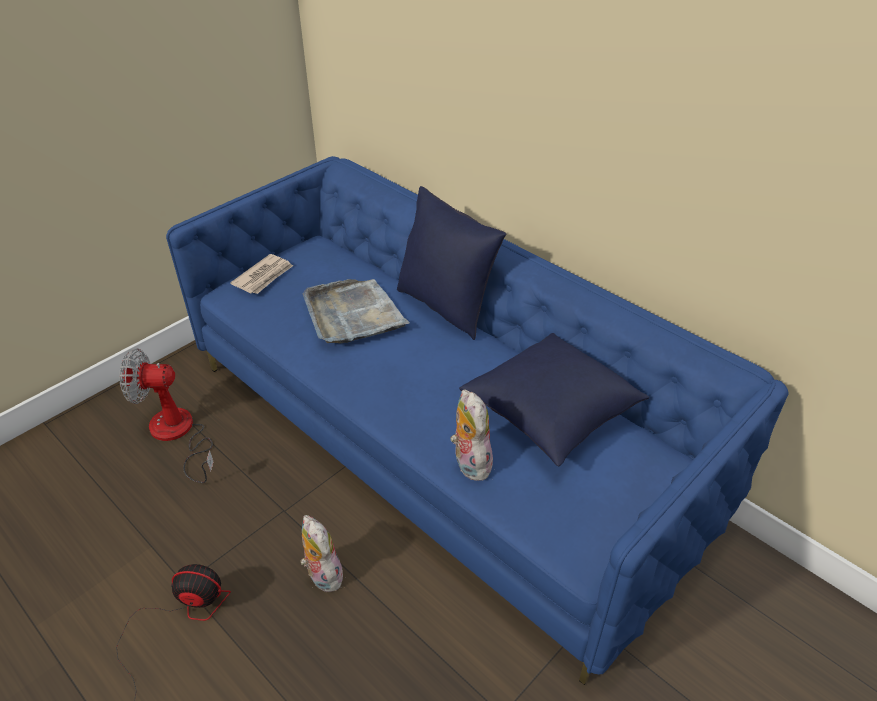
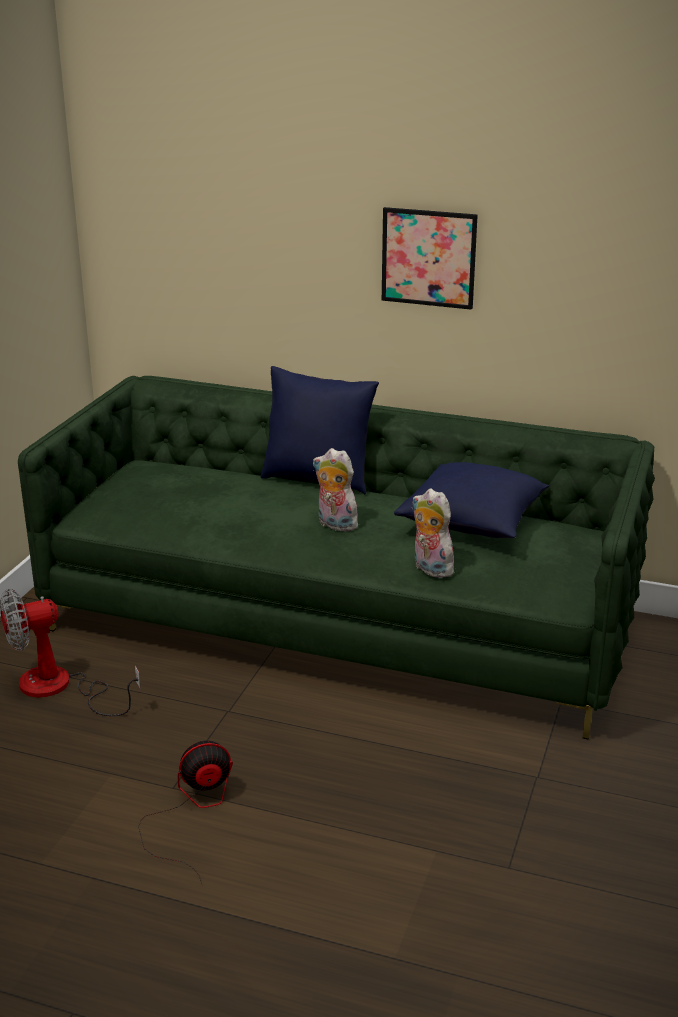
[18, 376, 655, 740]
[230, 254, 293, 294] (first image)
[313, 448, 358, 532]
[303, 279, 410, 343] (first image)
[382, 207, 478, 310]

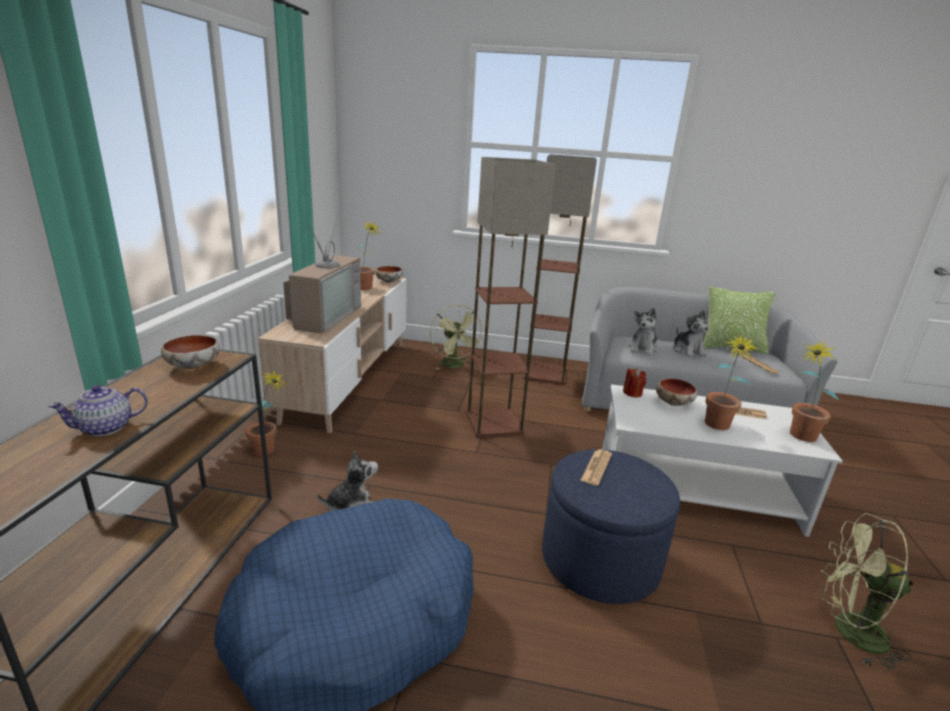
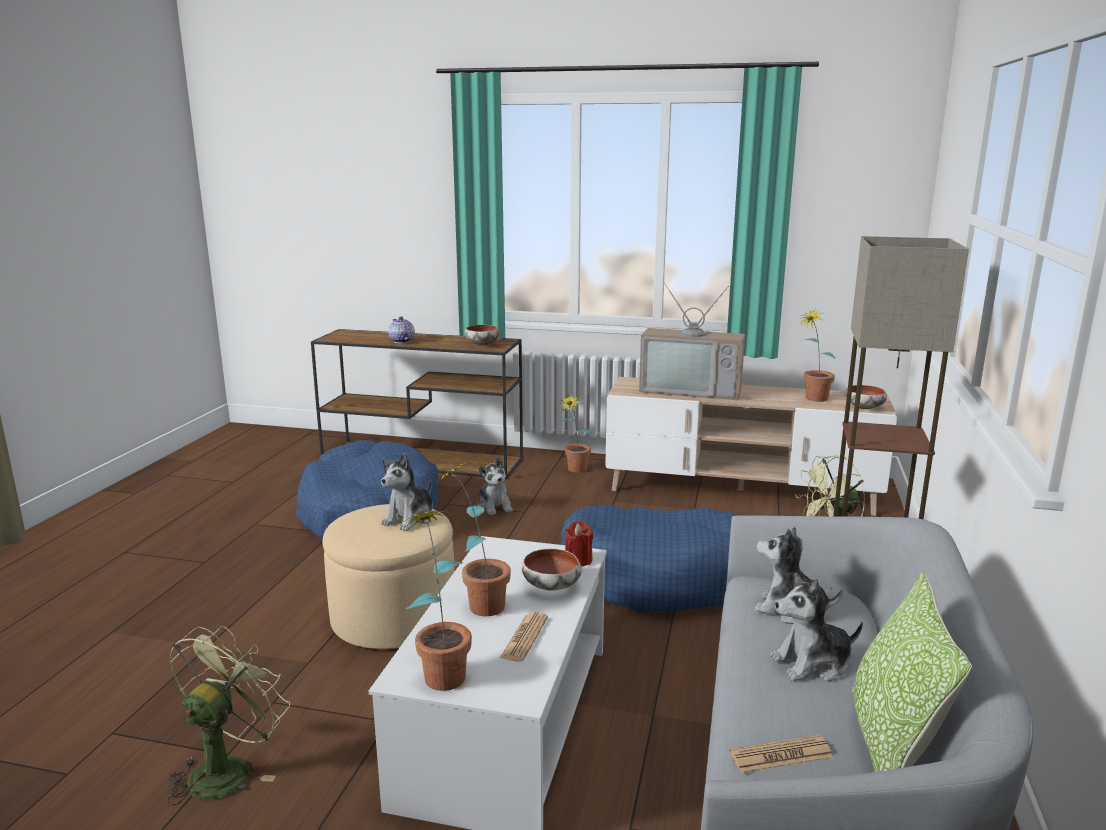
[561, 505, 738, 612]
[323, 504, 455, 649]
[381, 454, 433, 531]

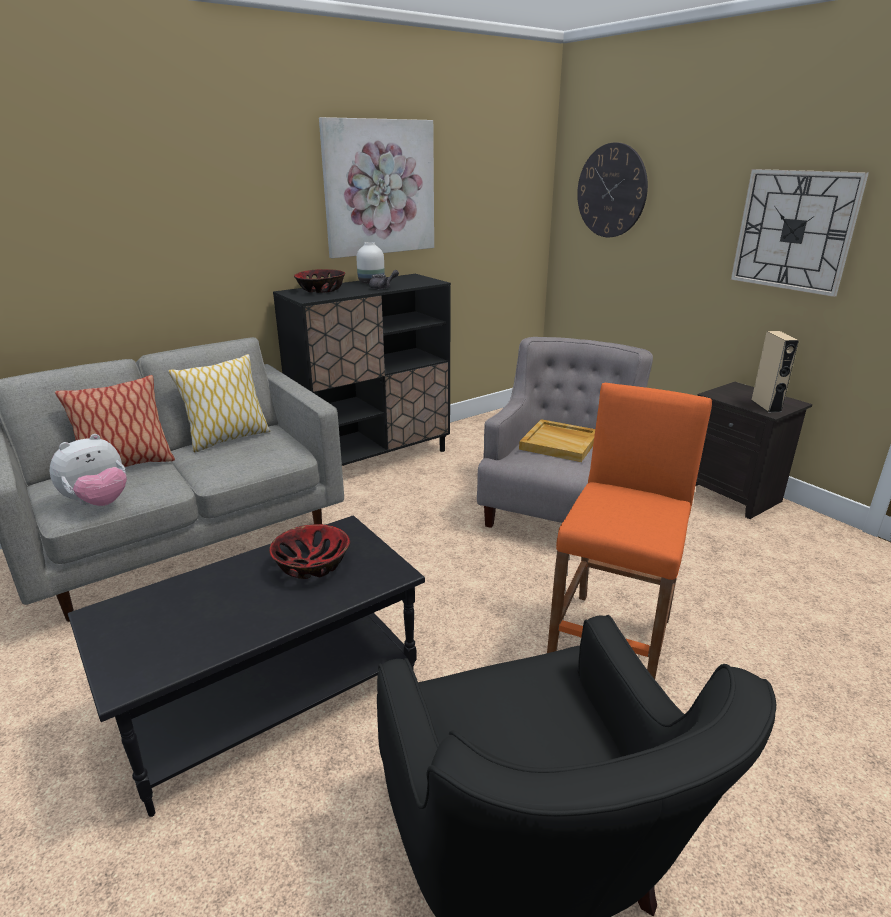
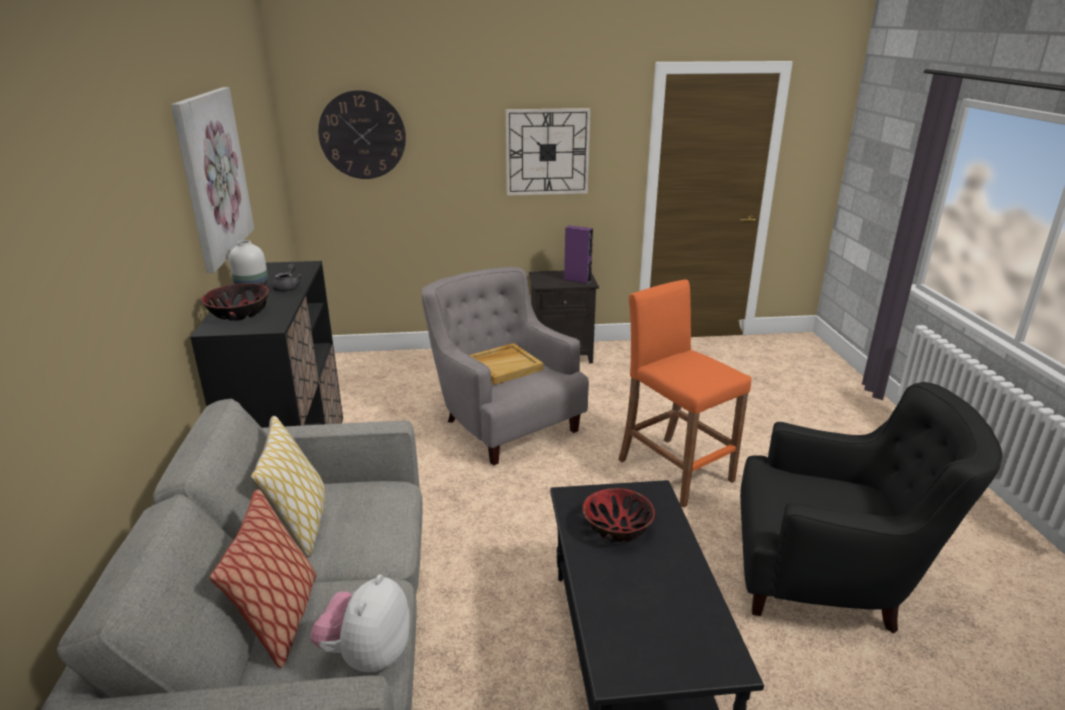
[311, 574, 410, 673]
[564, 225, 593, 284]

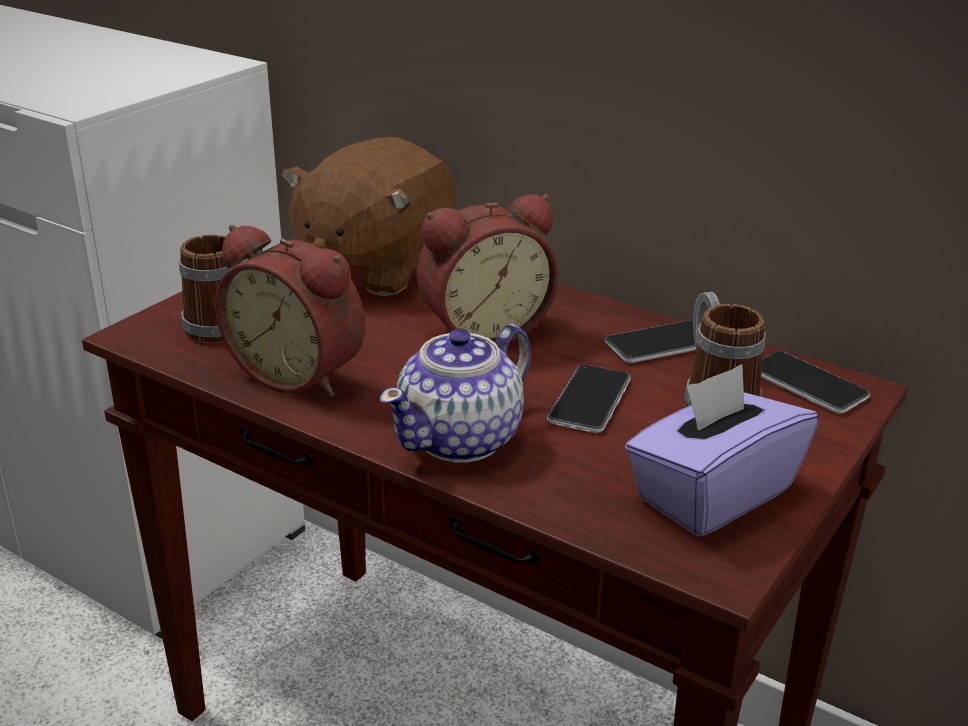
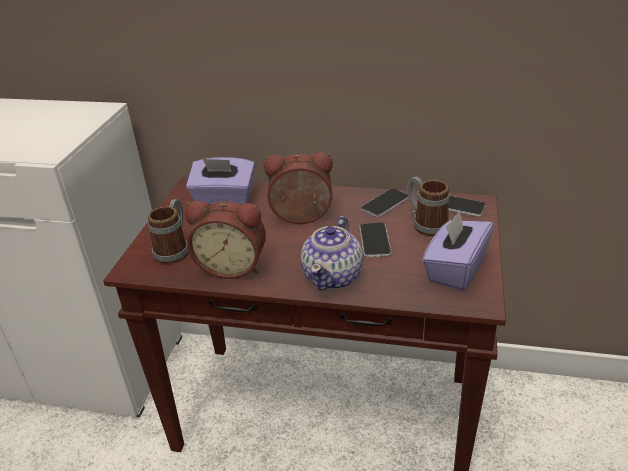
[186, 157, 255, 205]
[264, 152, 333, 224]

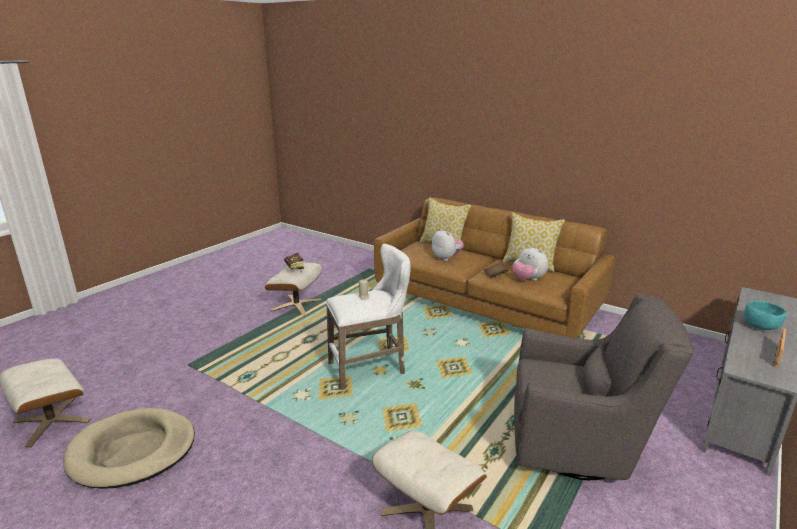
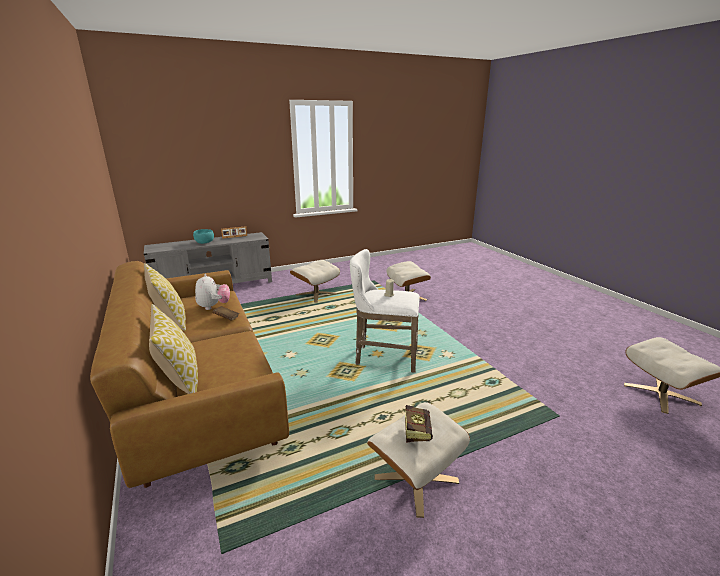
[63, 408, 195, 489] (first image)
[432, 228, 464, 261] (first image)
[290, 260, 340, 303]

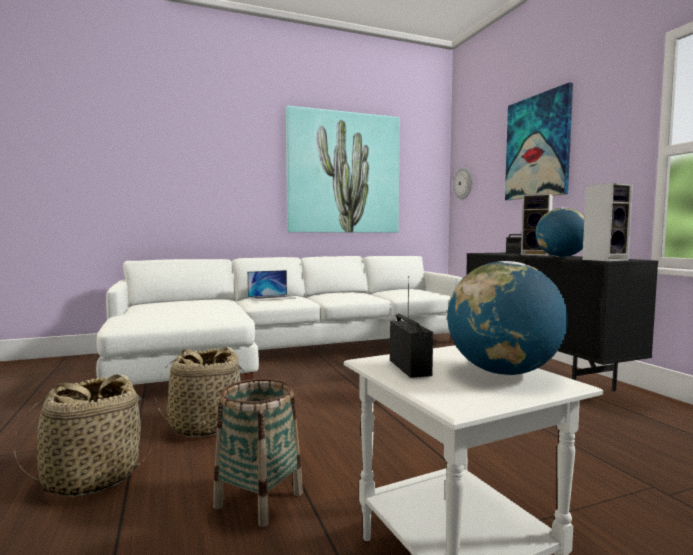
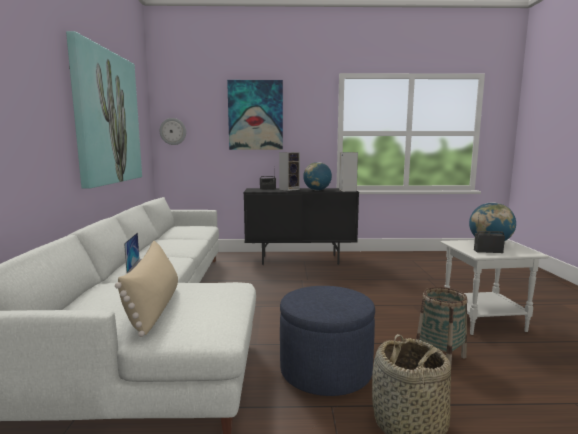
[280, 286, 375, 396]
[115, 241, 178, 337]

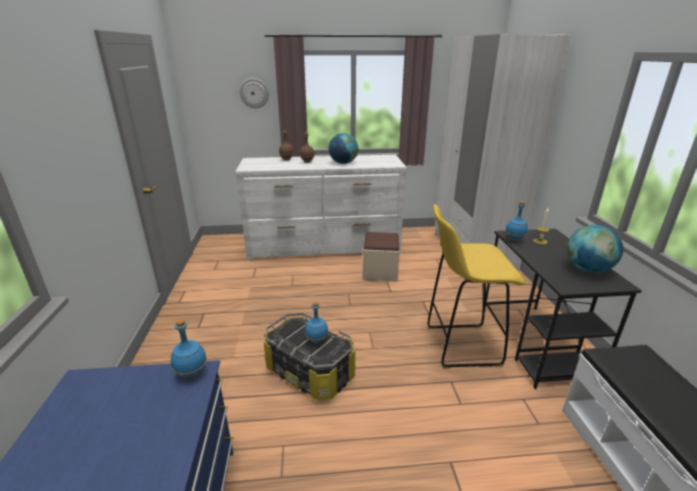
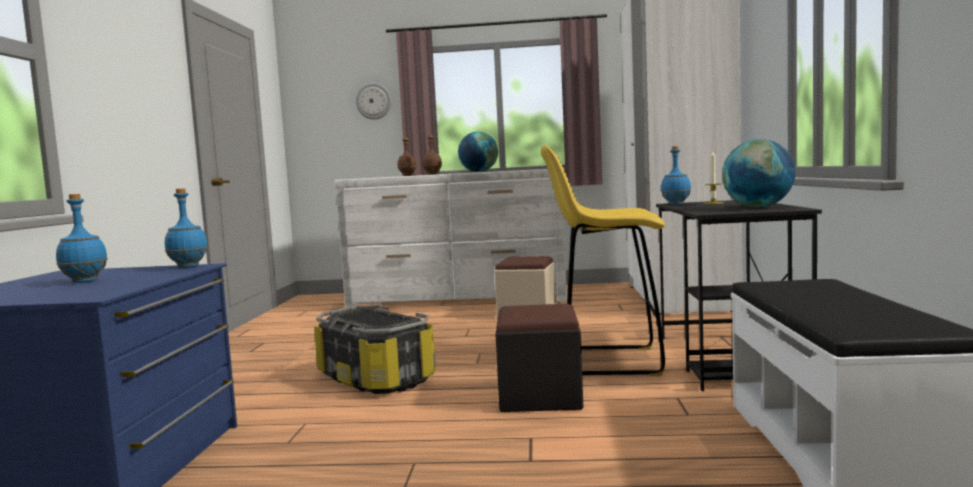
[56, 194, 108, 283]
[496, 304, 584, 412]

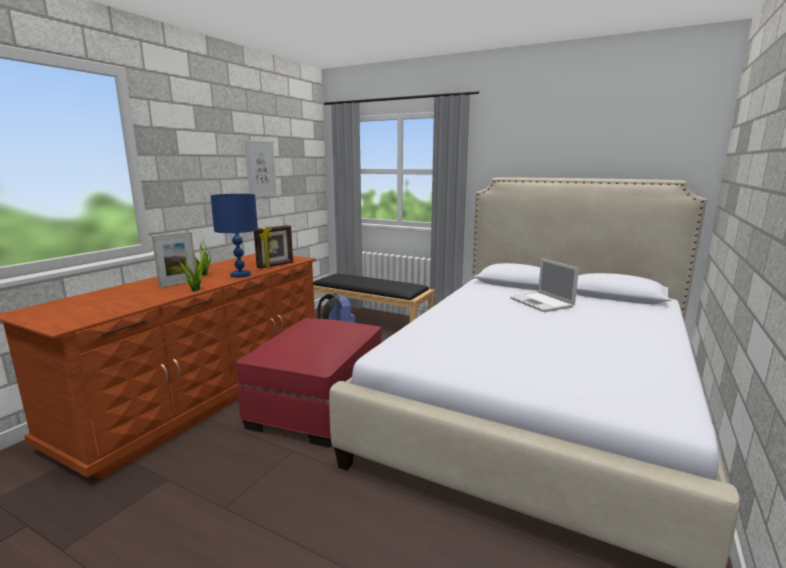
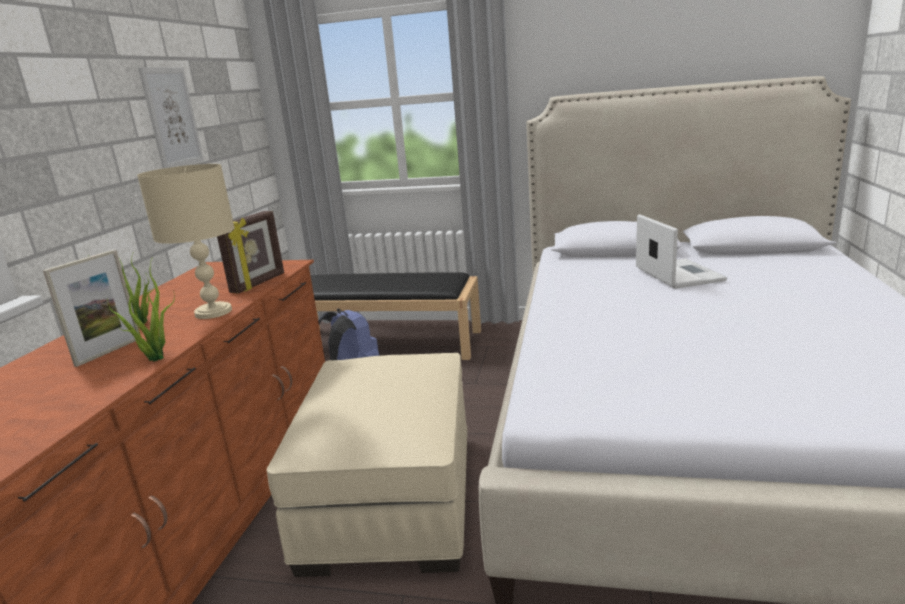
[137, 164, 235, 319]
[267, 353, 467, 577]
[636, 214, 727, 289]

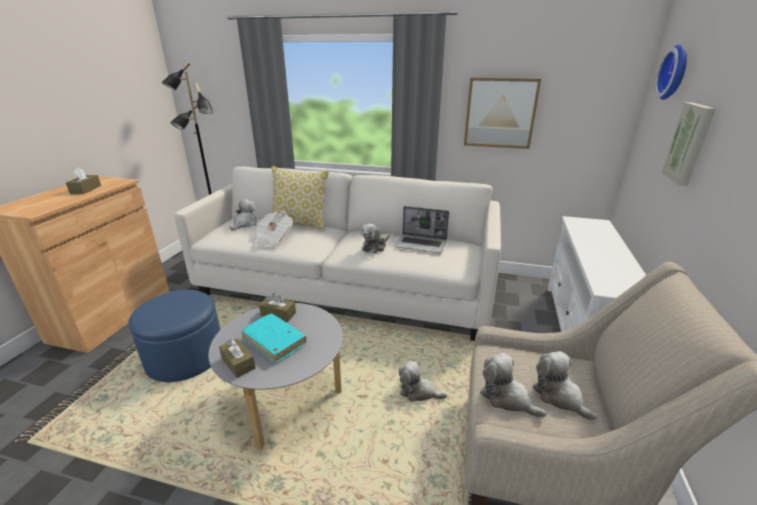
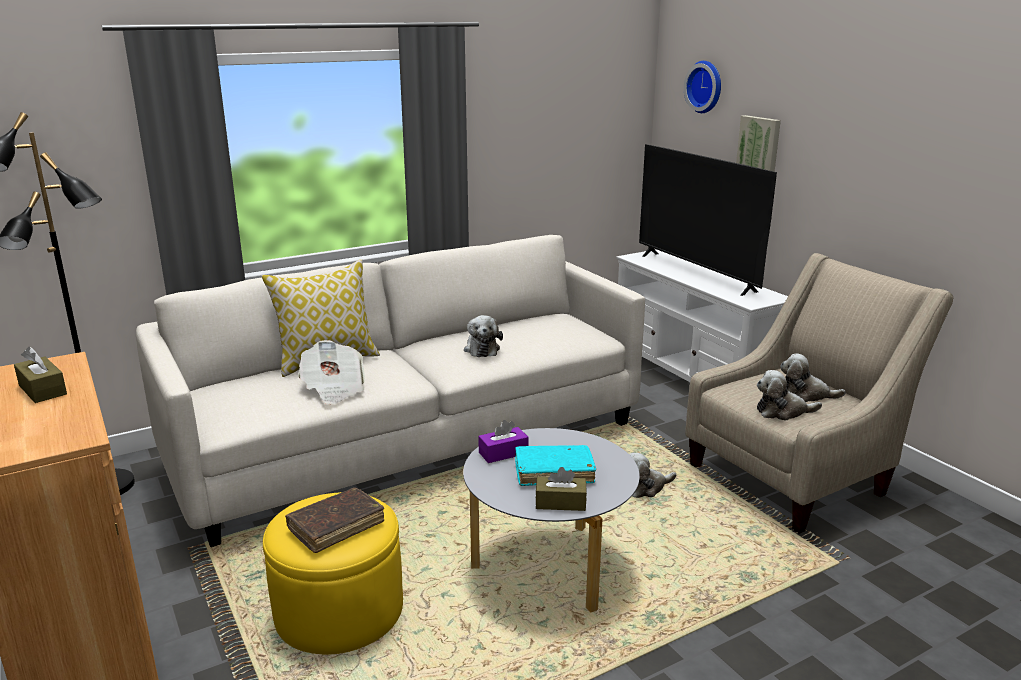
[263, 492, 403, 654]
[229, 199, 257, 231] (first image)
[478, 420, 529, 463]
[395, 206, 449, 253] (first image)
[464, 77, 541, 149] (first image)
[285, 488, 384, 553]
[639, 144, 777, 296]

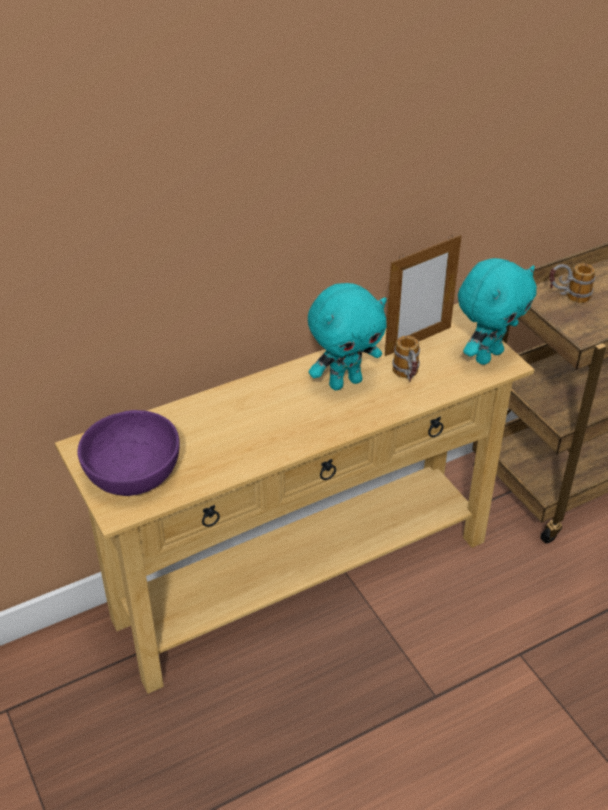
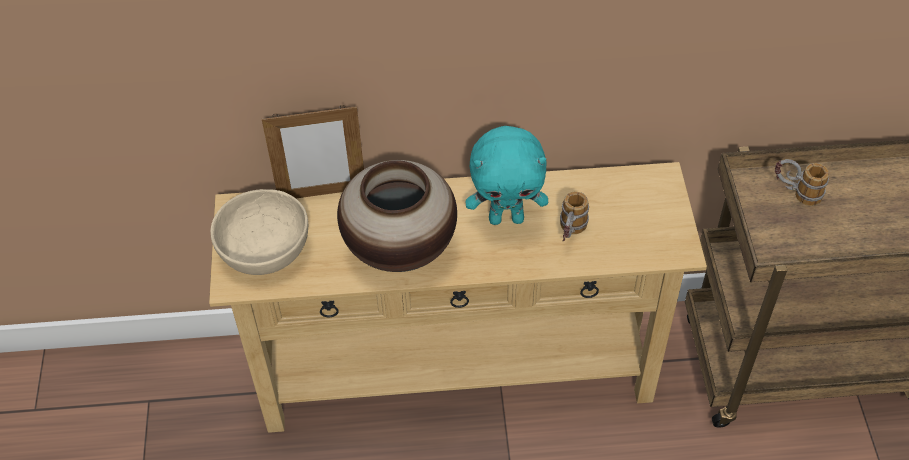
[210, 189, 308, 275]
[262, 105, 364, 198]
[458, 258, 537, 365] (first image)
[337, 160, 457, 272]

